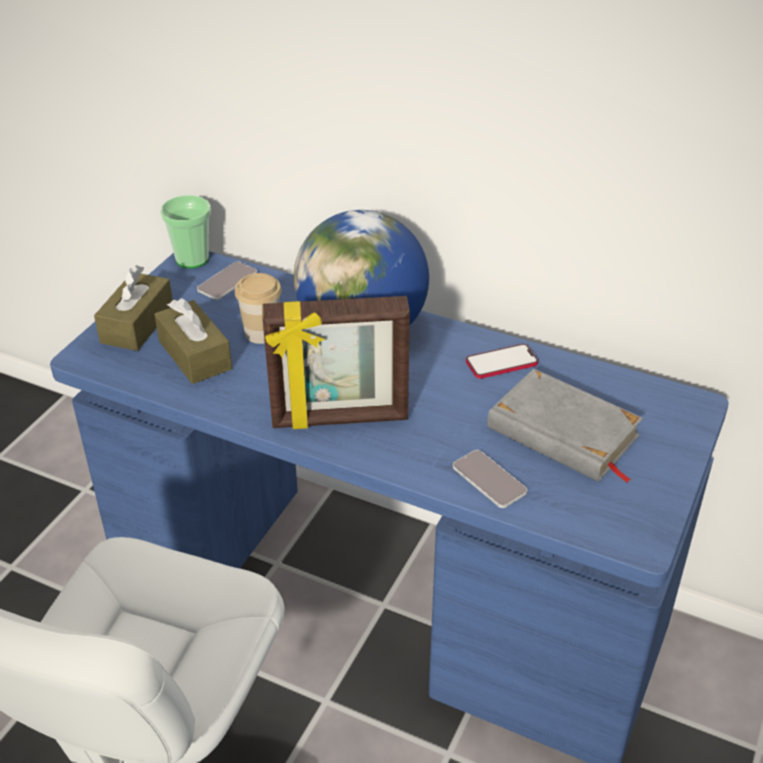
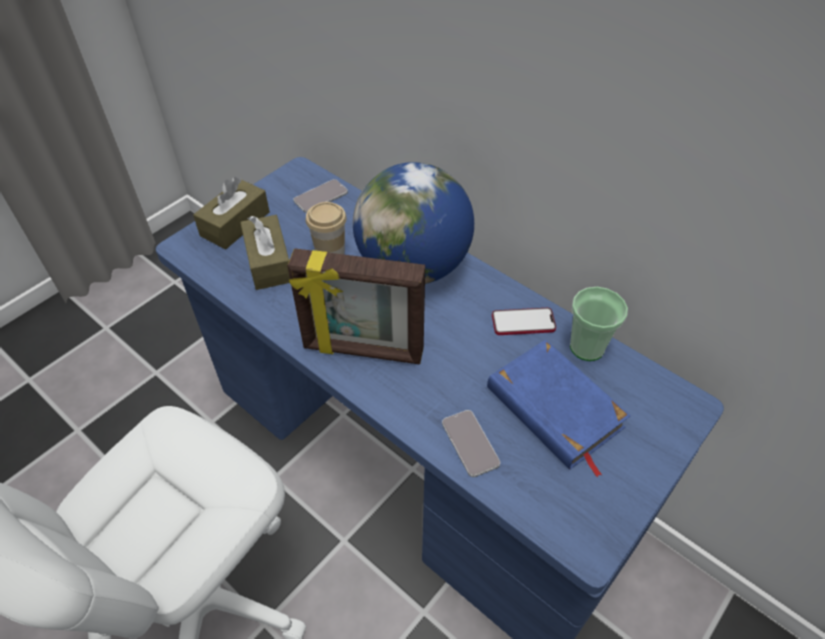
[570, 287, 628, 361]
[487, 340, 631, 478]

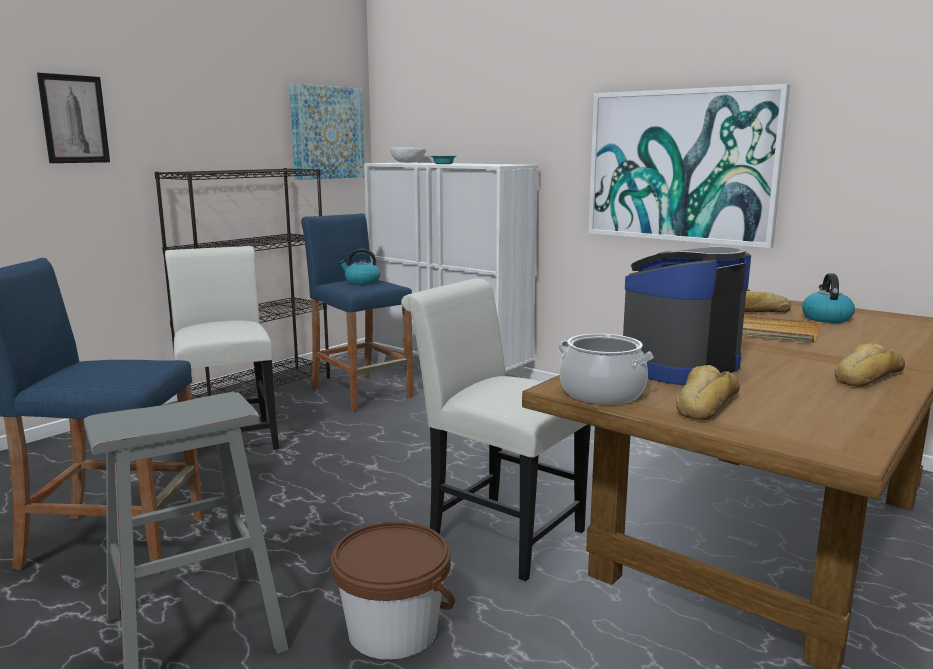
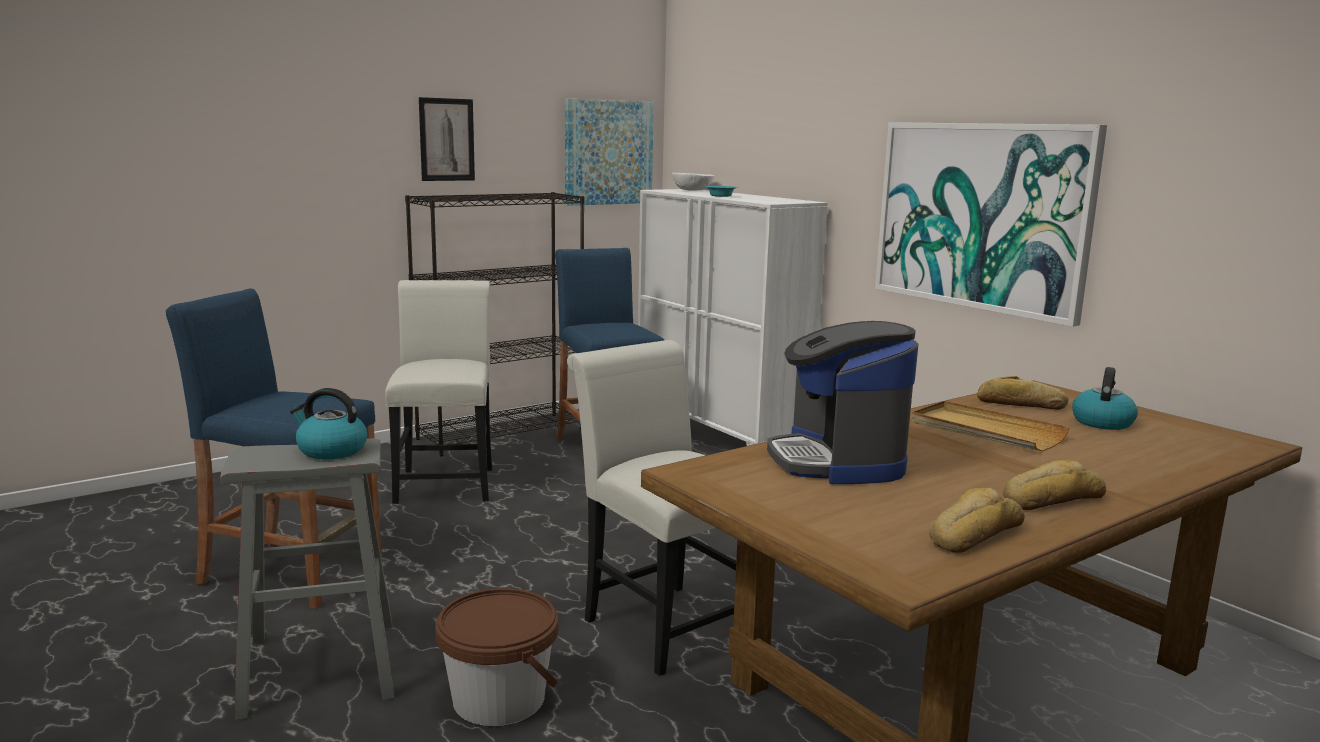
[419, 97, 475, 181]
[290, 388, 367, 459]
[557, 334, 653, 405] (first image)
[767, 321, 918, 484]
[929, 488, 1025, 553]

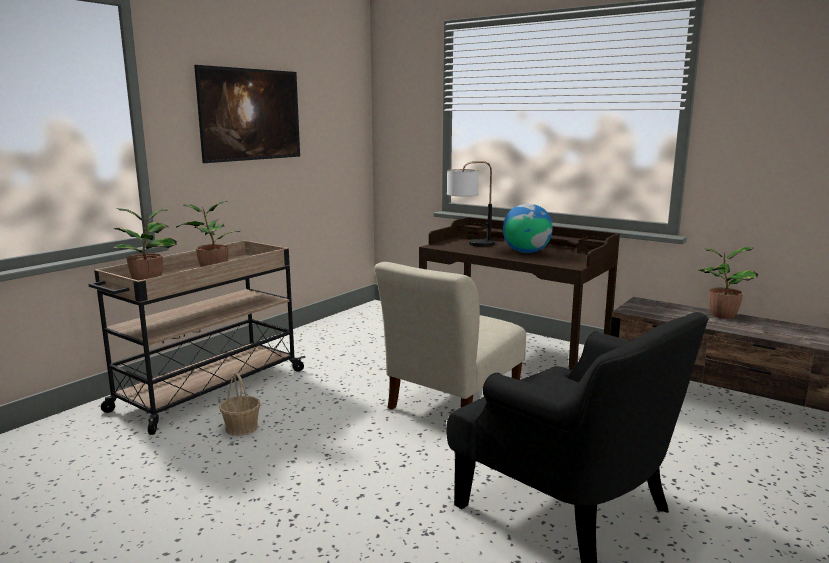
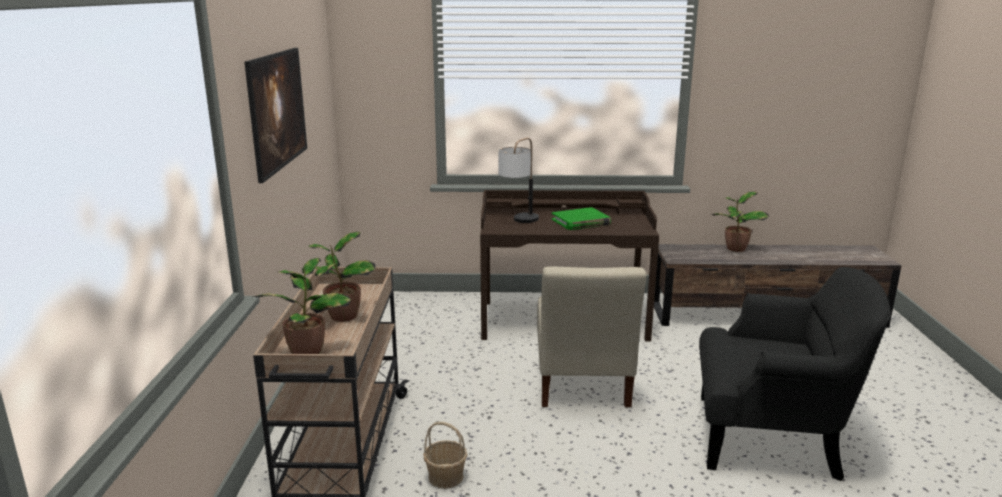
[552, 207, 611, 230]

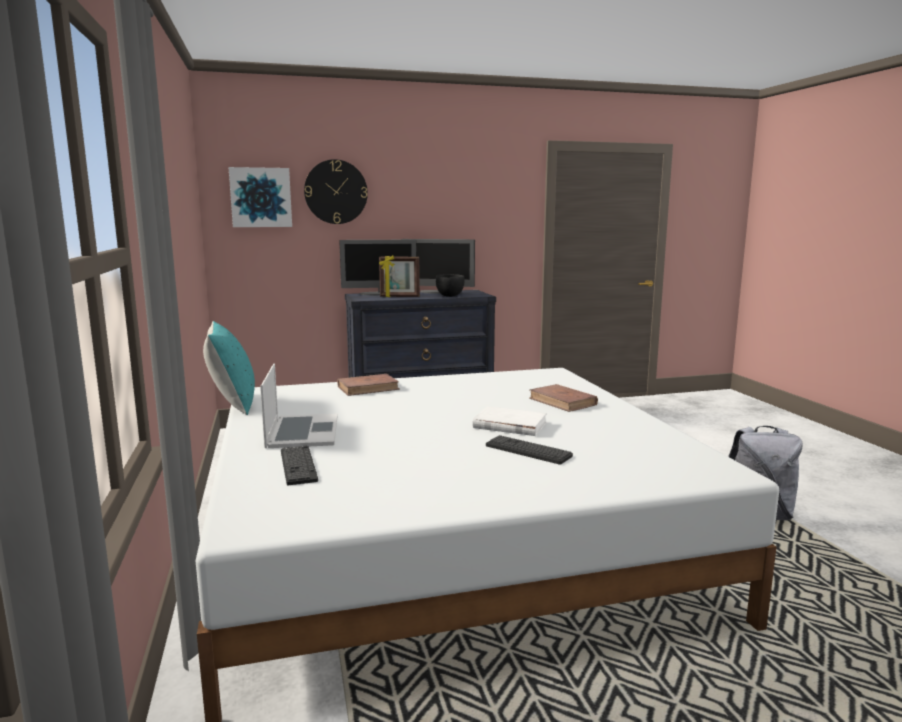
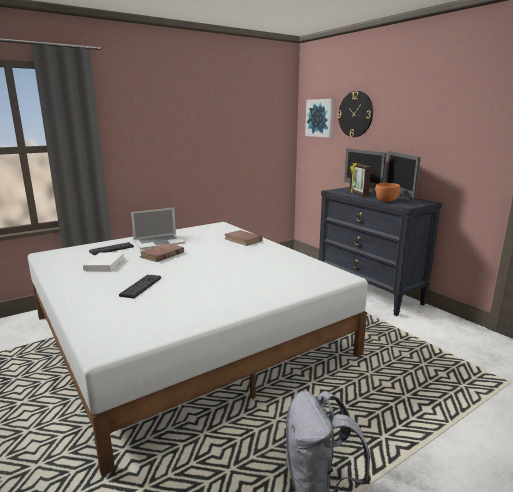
[203, 321, 255, 415] (first image)
[376, 183, 400, 202]
[83, 252, 125, 272]
[139, 243, 184, 262]

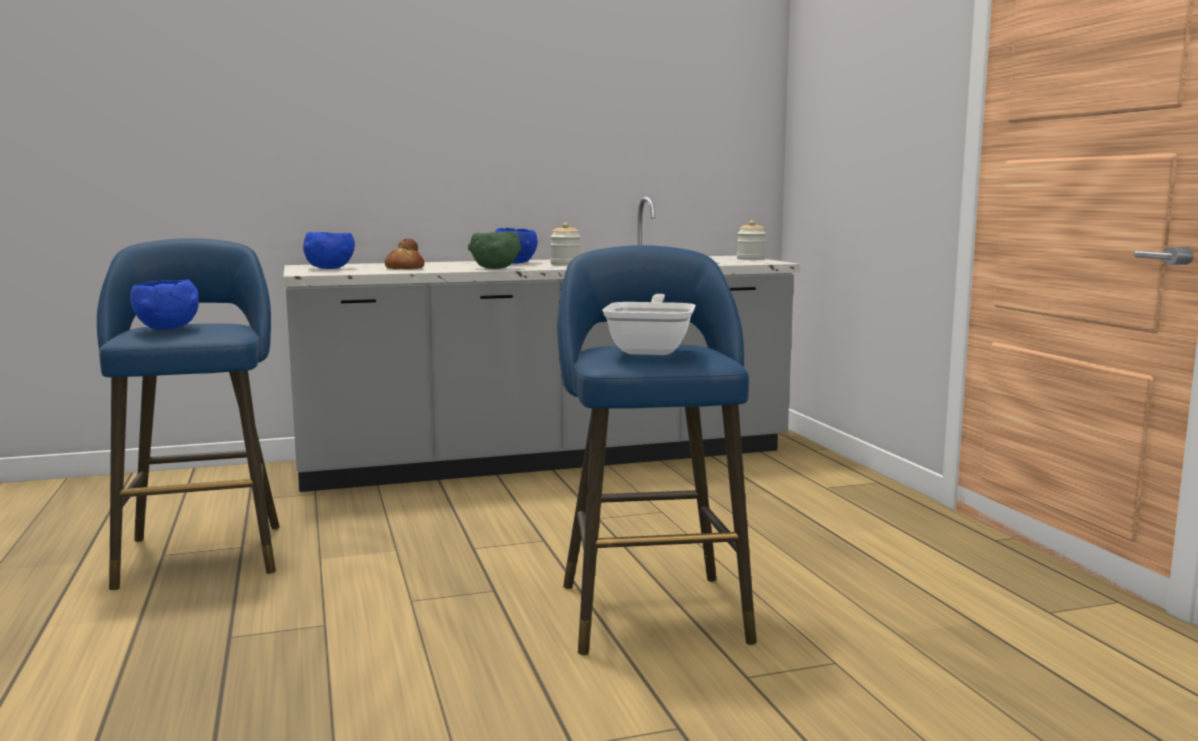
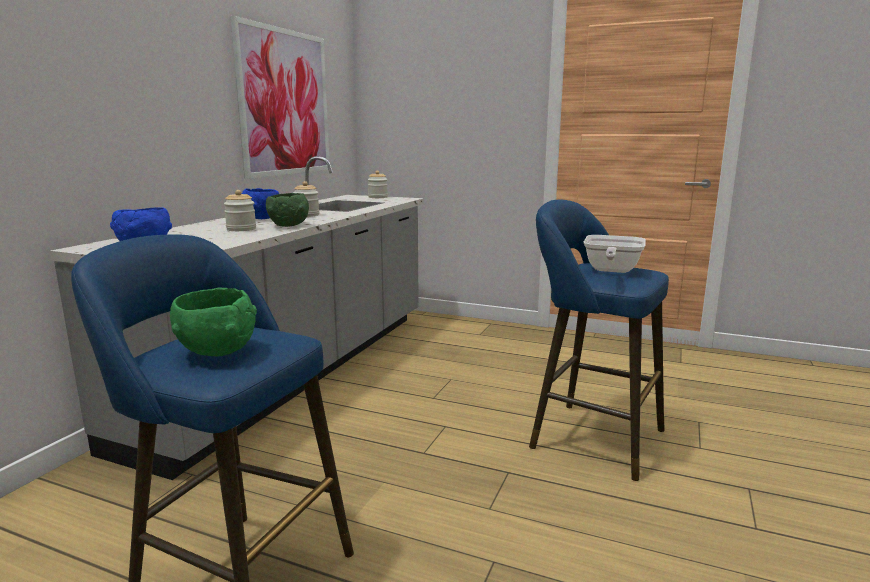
[170, 287, 257, 356]
[385, 238, 424, 269] (first image)
[584, 235, 646, 273]
[224, 190, 256, 231]
[231, 16, 330, 179]

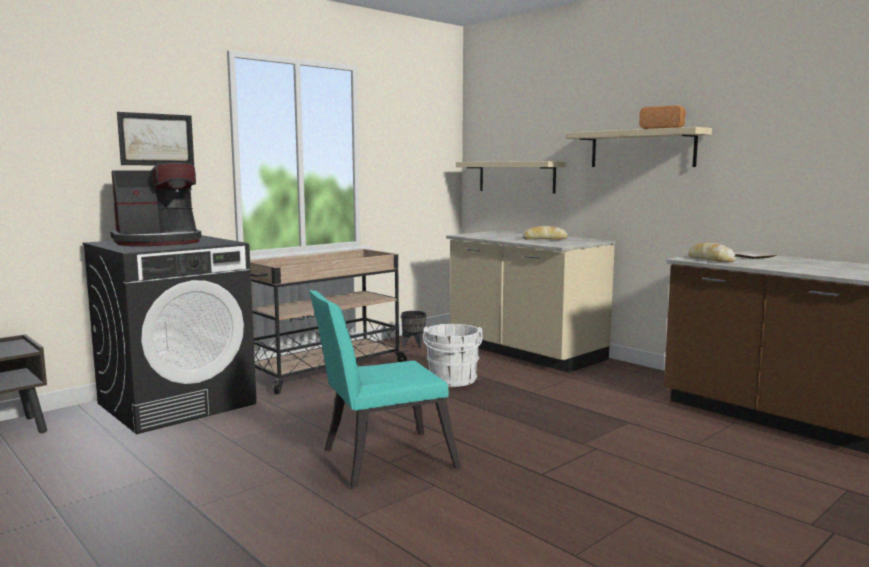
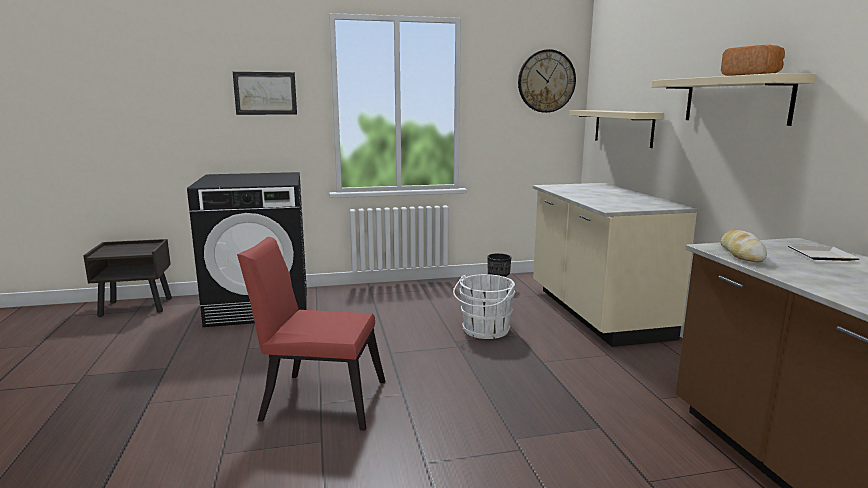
[110, 163, 202, 246] (first image)
[249, 249, 409, 394] (first image)
[237, 237, 385, 431]
[522, 226, 568, 240] (first image)
[518, 49, 576, 113]

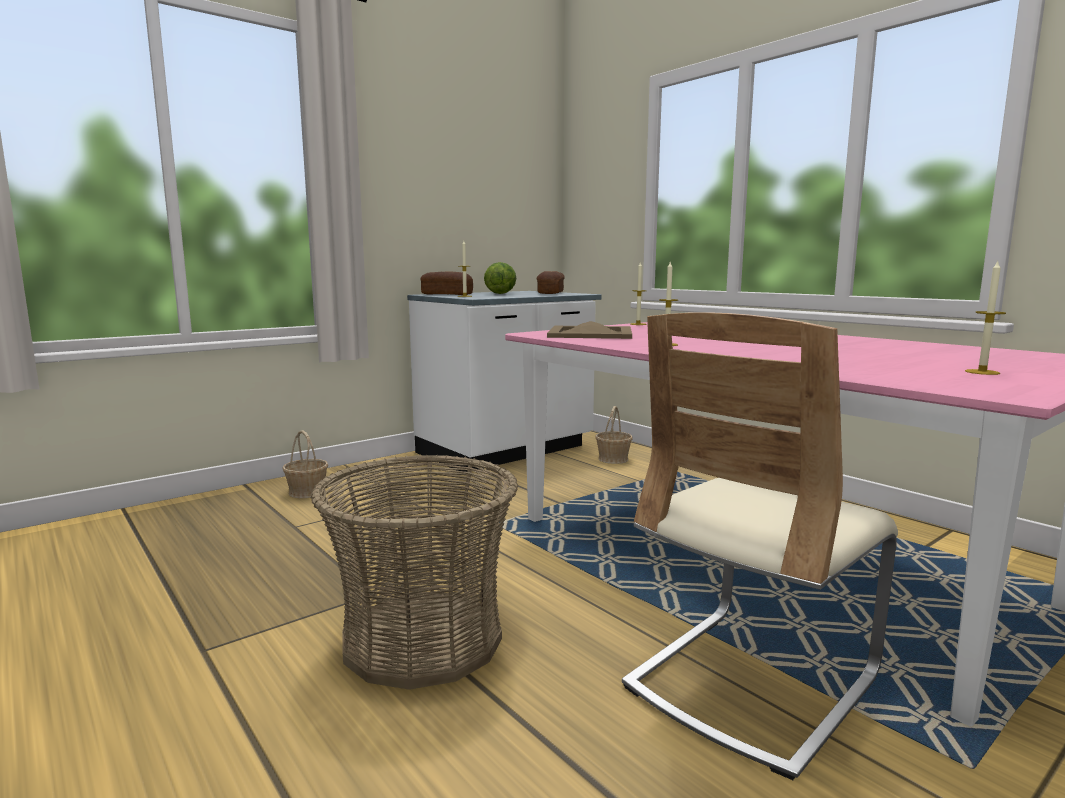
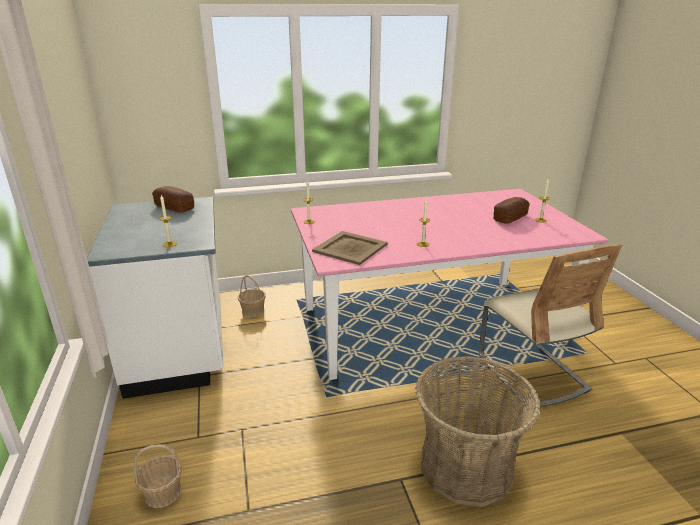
[493, 197, 530, 224]
[484, 262, 516, 294] (first image)

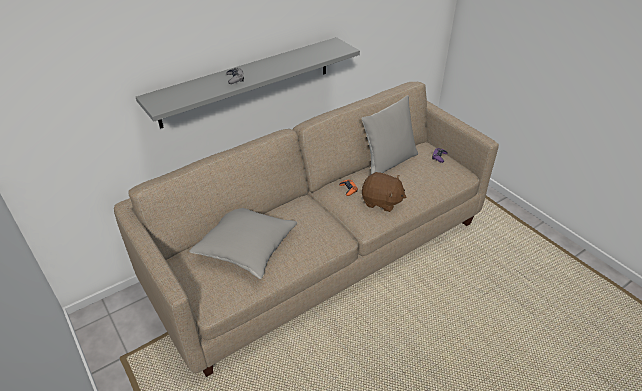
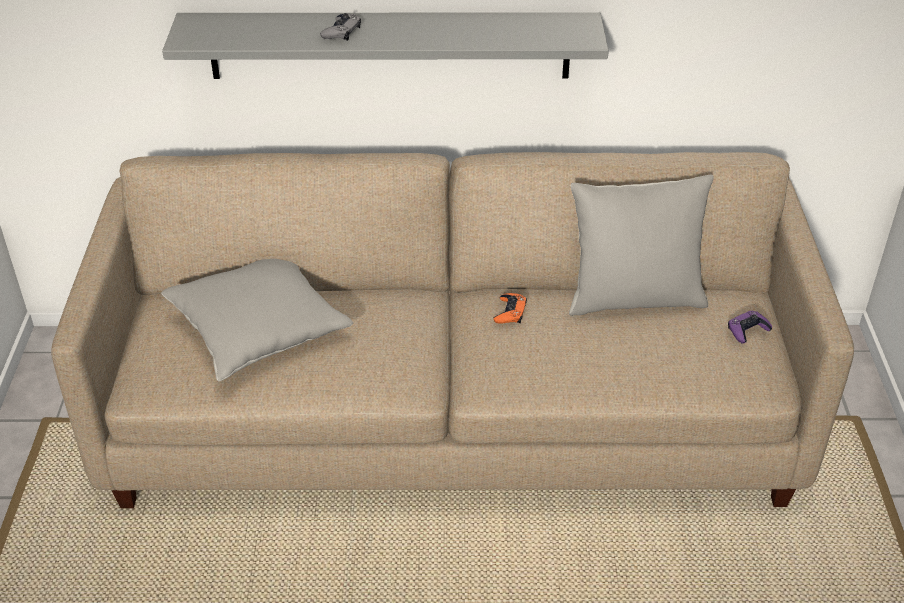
[362, 172, 406, 212] (first image)

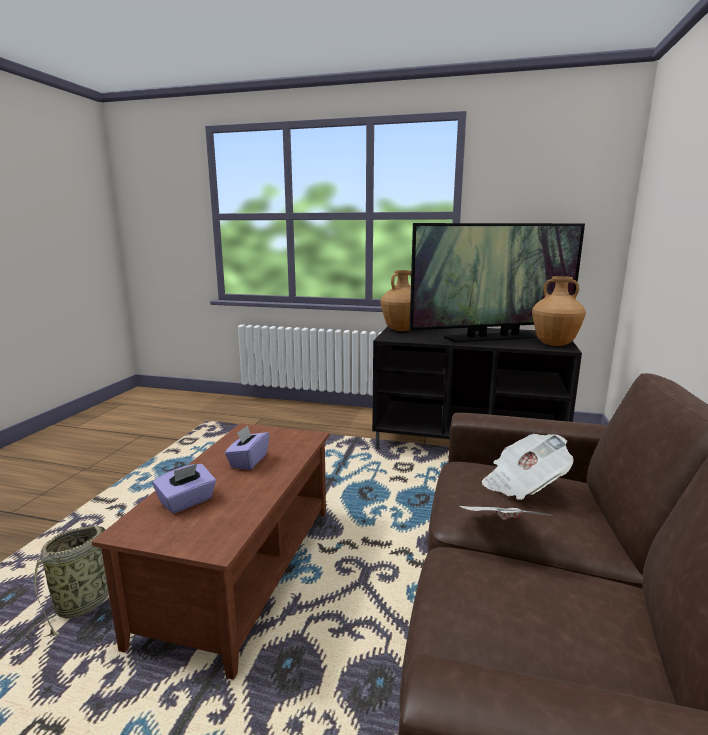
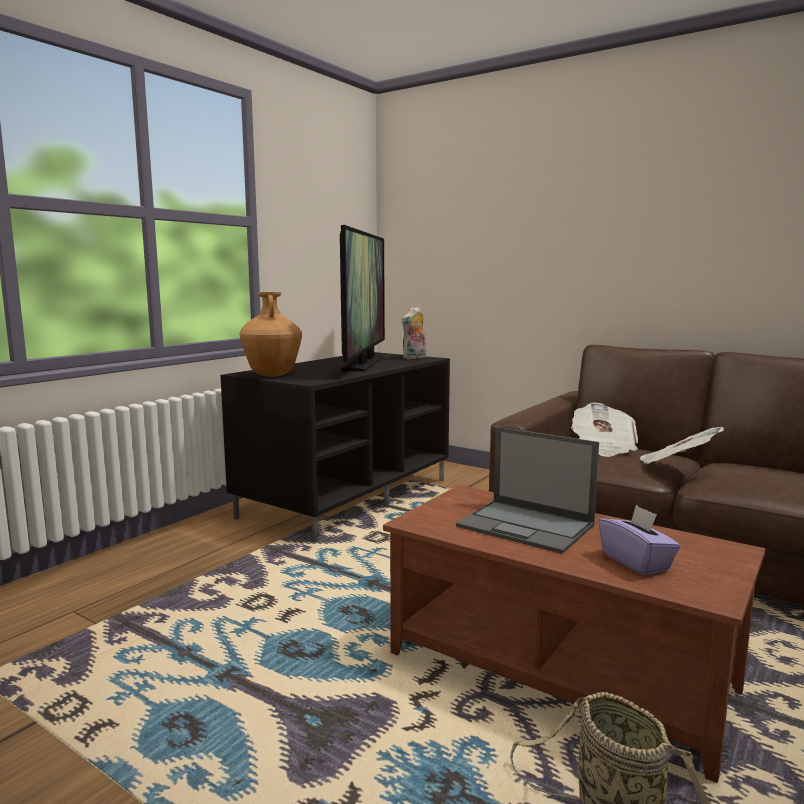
[456, 427, 599, 554]
[401, 307, 426, 359]

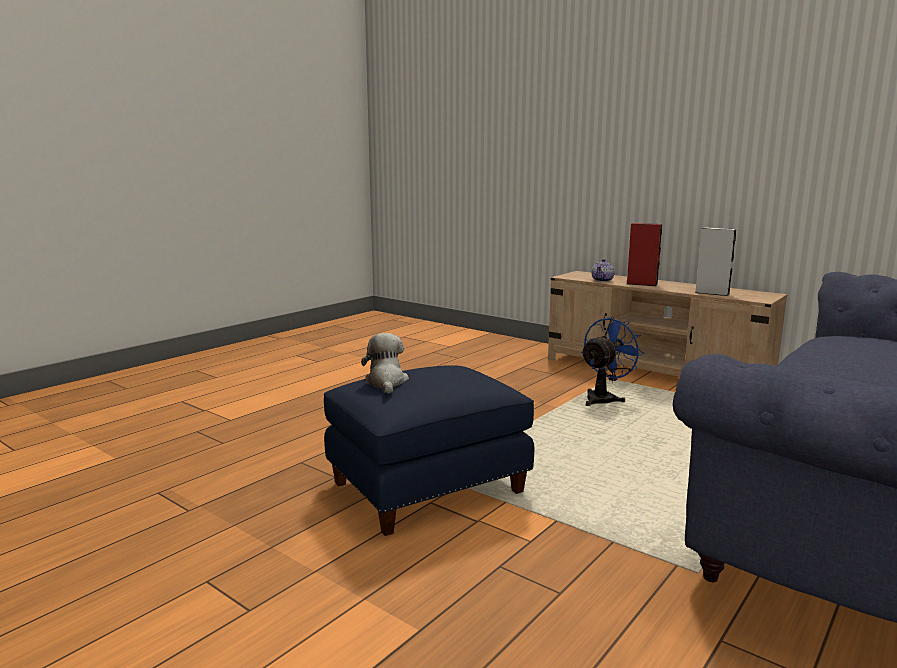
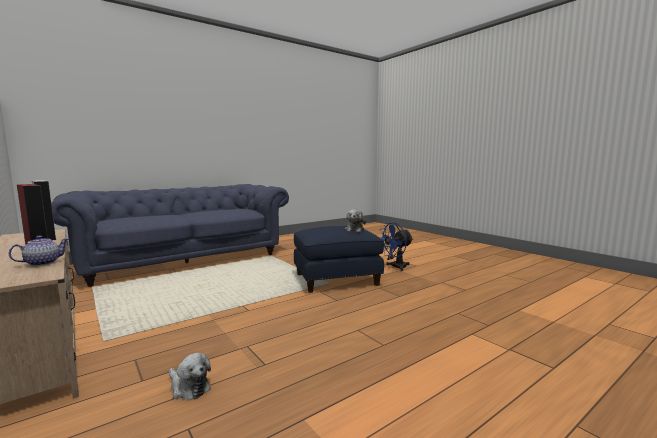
[379, 223, 413, 271]
[169, 353, 211, 400]

